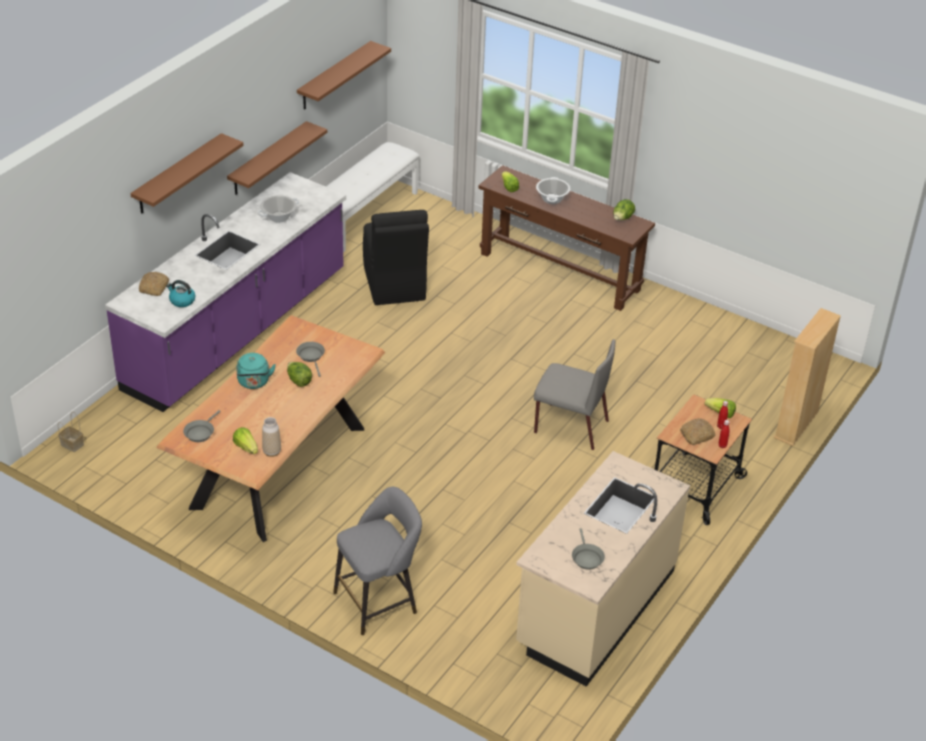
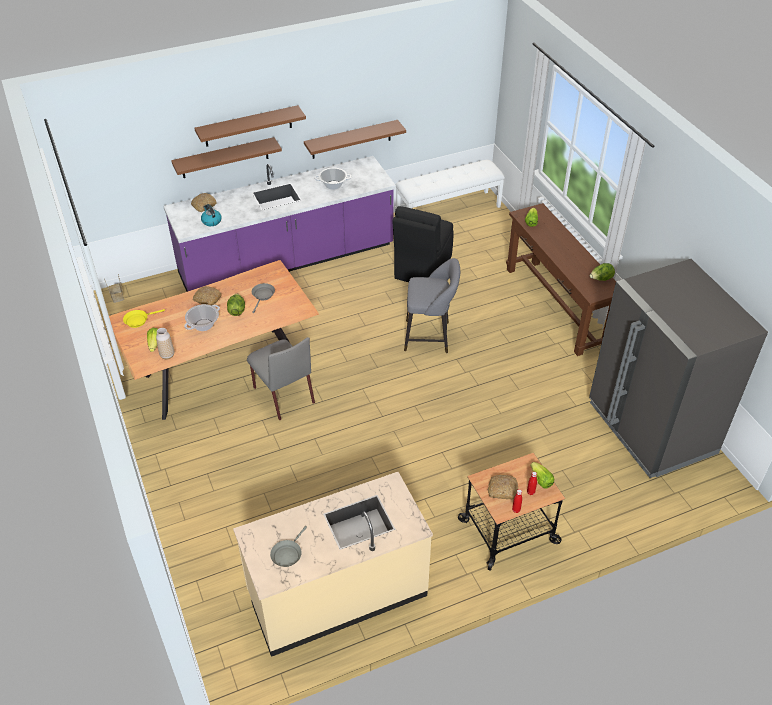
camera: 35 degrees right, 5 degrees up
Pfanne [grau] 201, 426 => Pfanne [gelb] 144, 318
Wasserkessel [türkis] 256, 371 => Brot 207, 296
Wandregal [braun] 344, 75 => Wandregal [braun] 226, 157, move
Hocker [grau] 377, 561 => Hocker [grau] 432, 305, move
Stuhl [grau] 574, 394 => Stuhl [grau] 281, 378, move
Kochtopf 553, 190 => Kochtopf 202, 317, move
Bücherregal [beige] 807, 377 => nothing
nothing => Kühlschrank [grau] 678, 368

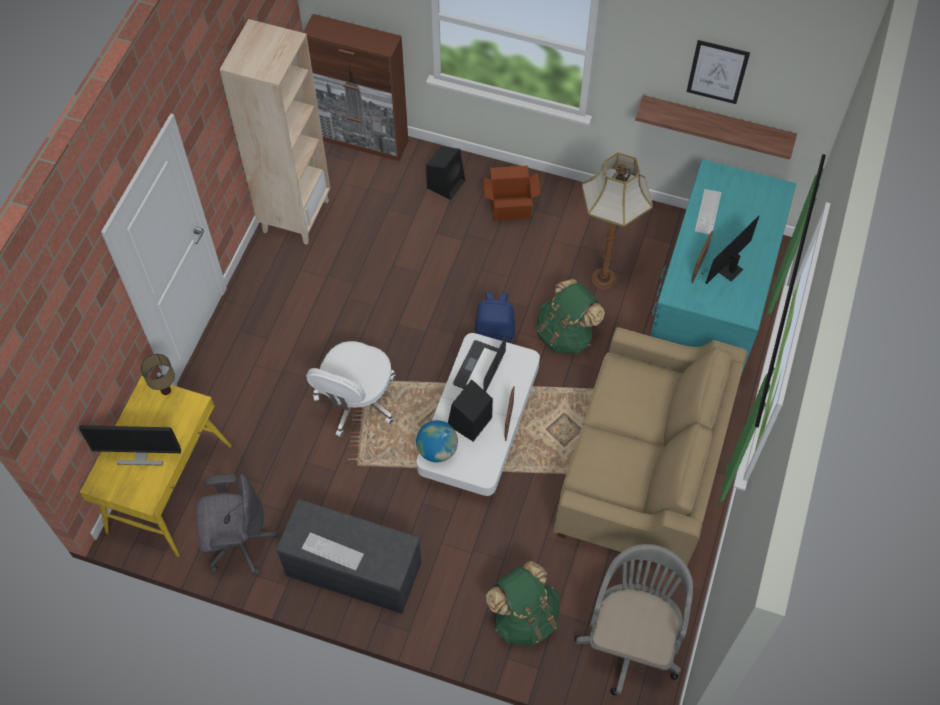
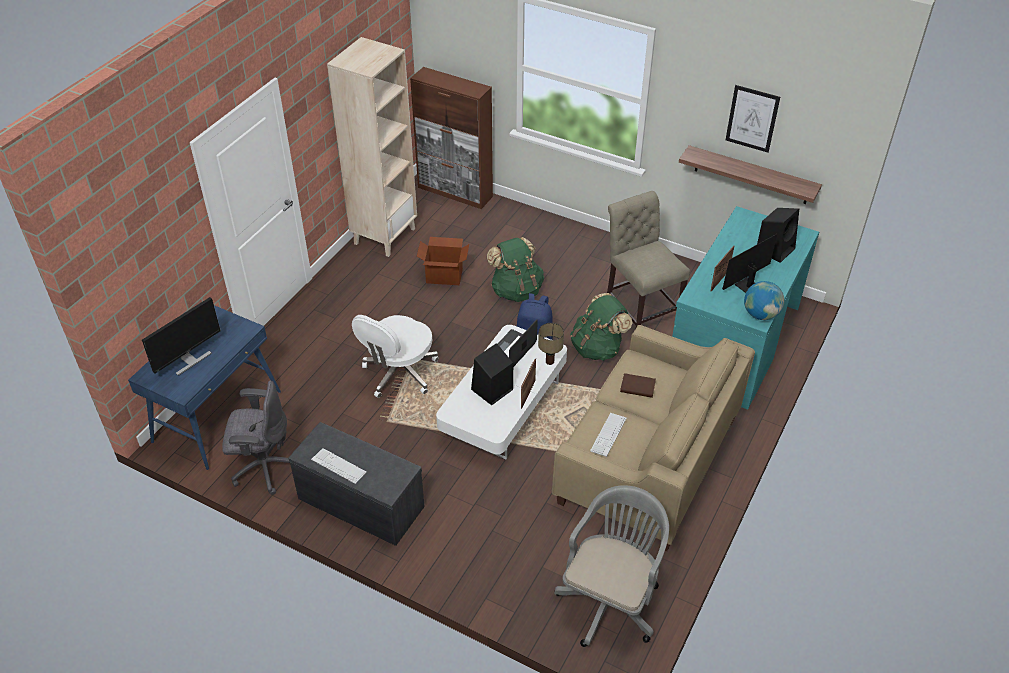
camera: 10 degrees right, 15 degrees down
Monitor 130, 445 => Monitor 181, 336, 60 degrees counterclockwise
Schreibtisch [gelb] 156, 466 => Schreibtisch [blau] 204, 387
Tischlampe 158, 374 => Tischlampe 551, 344, move
Globus 437, 441 => Globus 764, 300, move
Lautsprecher [schwarz] 445, 173 => Lautsprecher [schwarz] 778, 235, move
Karton 512, 193 => Karton 443, 261, move
Rucksack [grün] 523, 604 => Rucksack [grün] 515, 269, move
Stehlampe 617, 220 => Stuhl [beige] 648, 259
Tastatur 708, 211 => Tastatur 608, 435, move
nothing => Buch [braun] 638, 385

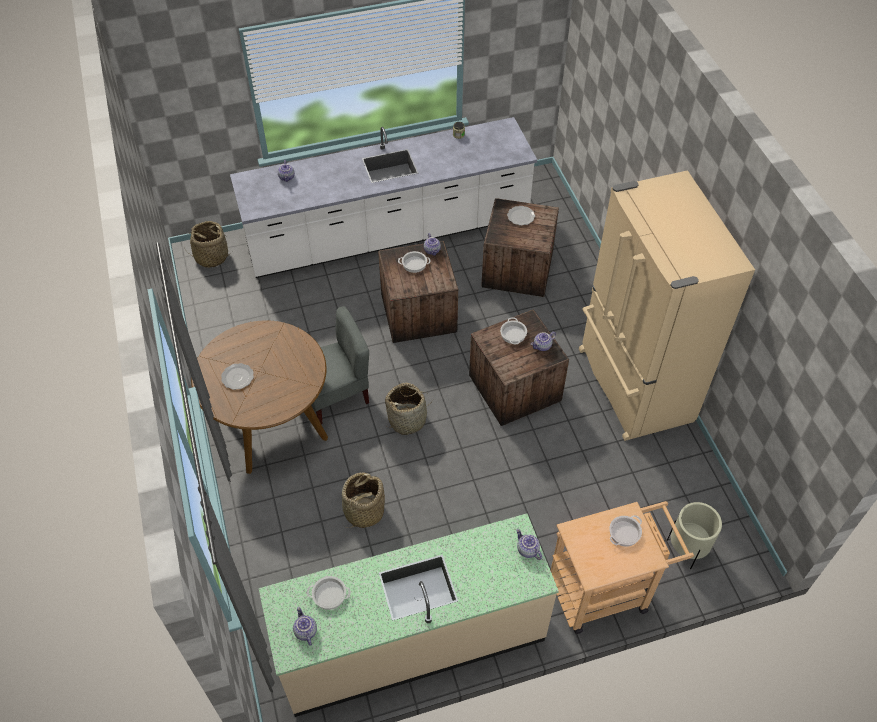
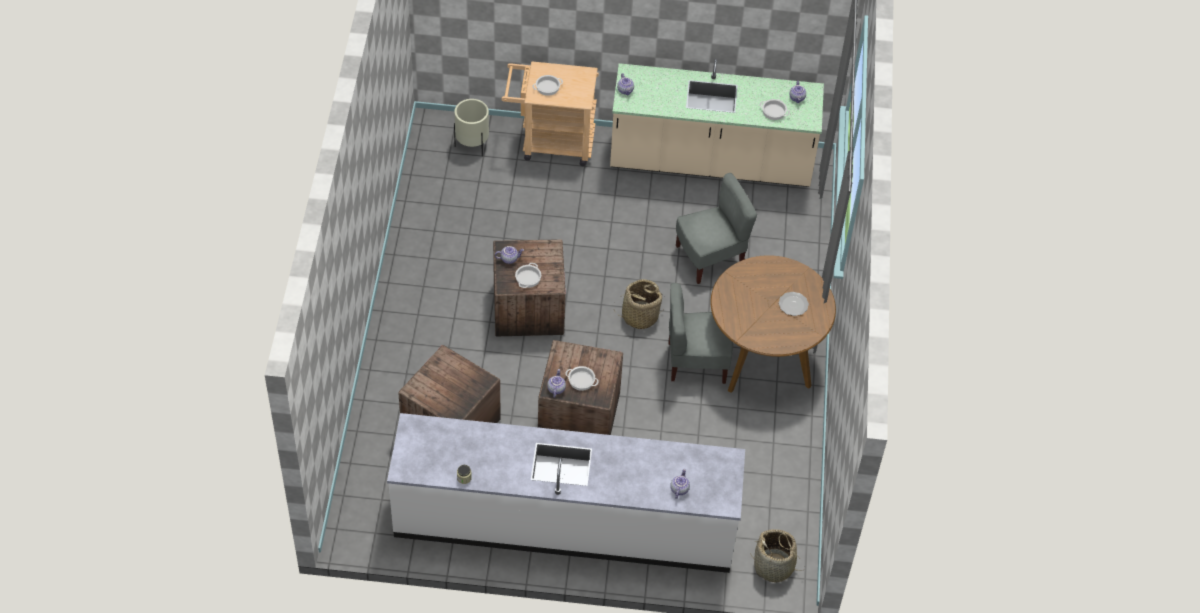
camera: 160 degrees left, 0 degrees up
Korb 363, 500 => Stuhl [grau] 716, 228
Teller 521, 216 => nothing
Kühlschrank [beige] 667, 305 => nothing

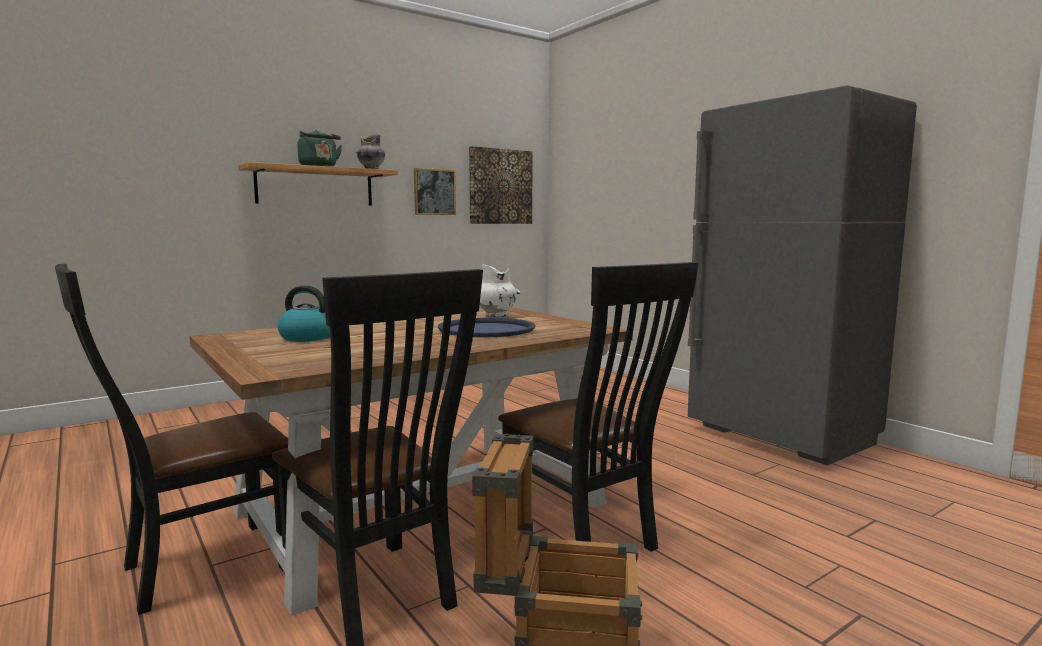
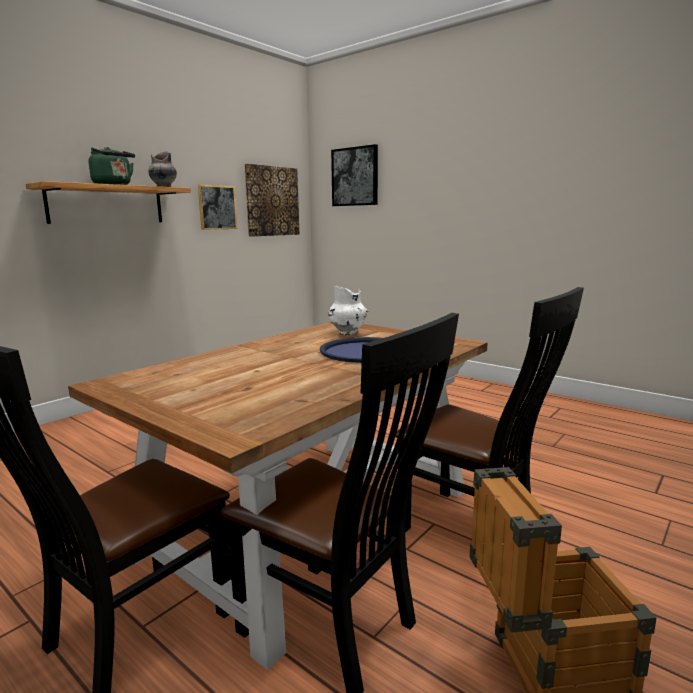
camera: 15 degrees left, 5 degrees up
Wasserkessel 303, 313 => nothing
Kühlschrank [grau] 802, 275 => nothing
nothing => Bild 354, 175

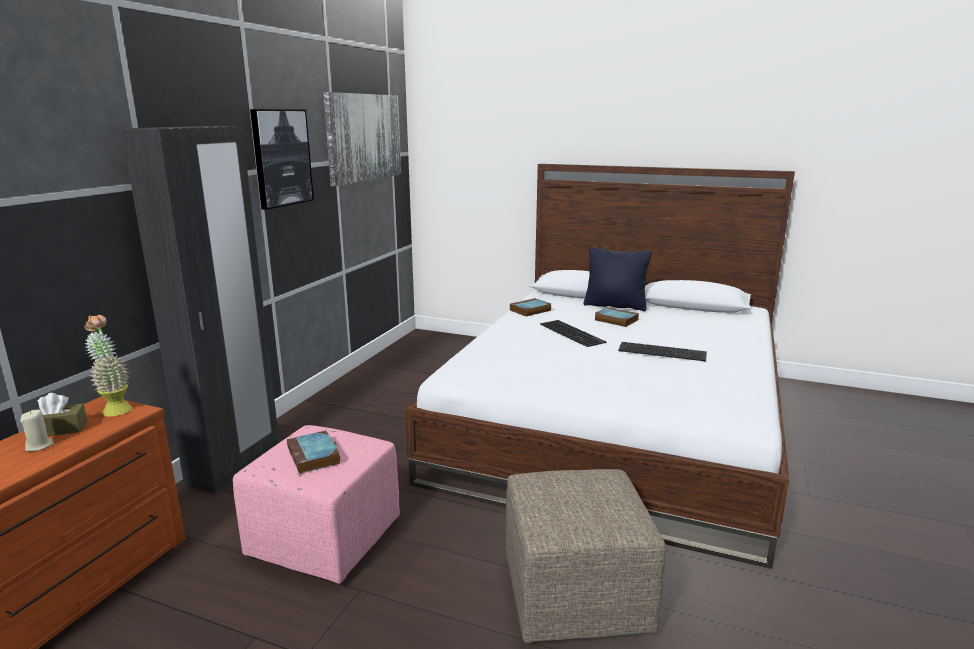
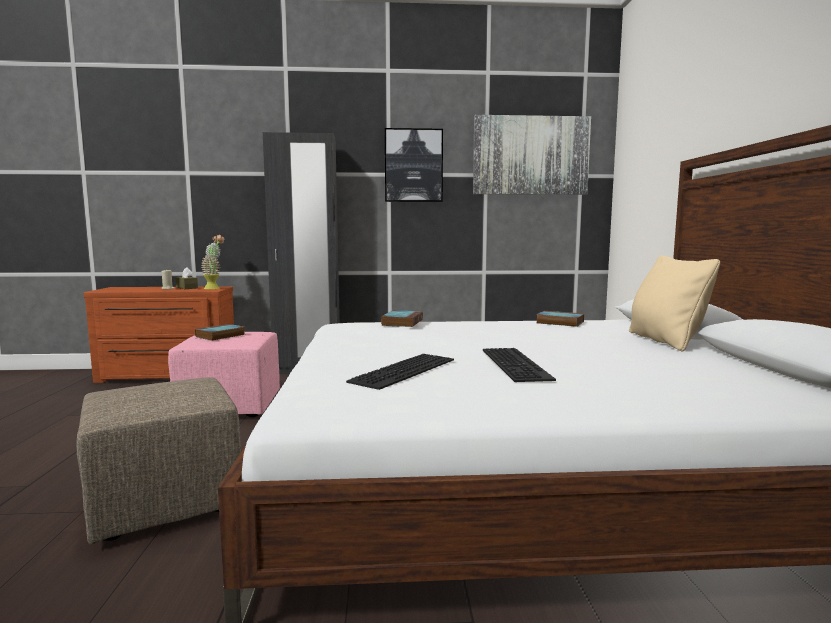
camera: 65 degrees right, 10 degrees down
Tastatur 573, 333 => Tastatur 400, 372, move
Kissen [schwarz] 617, 279 => Kissen [beige] 674, 303
Buch 617, 317 => Buch 402, 318, move

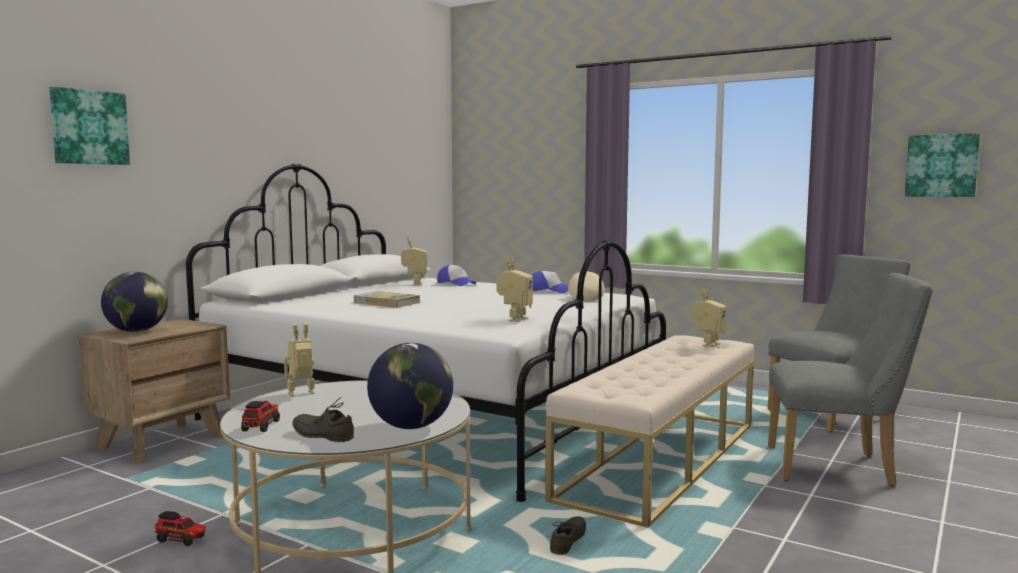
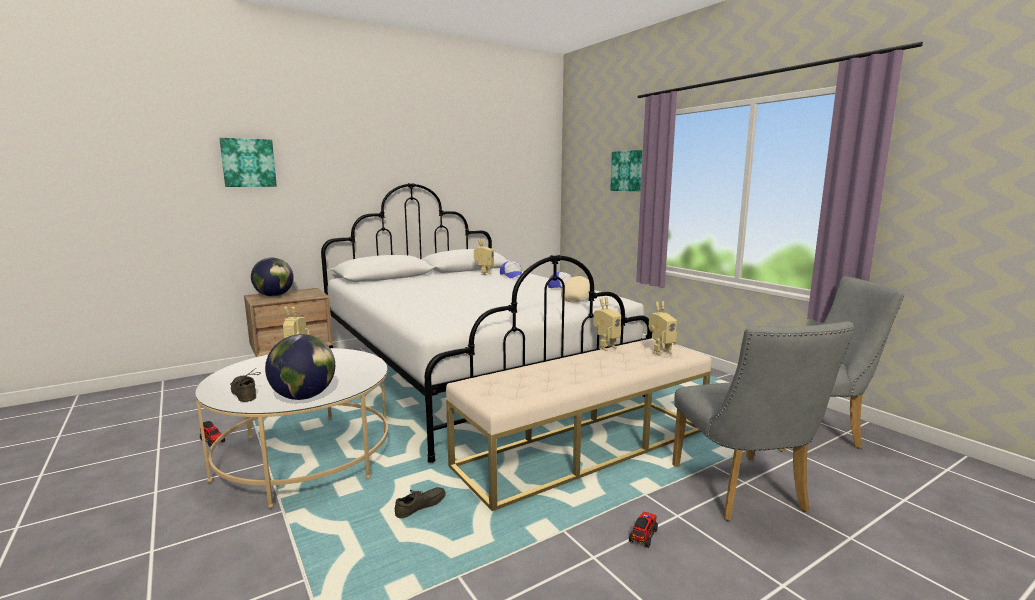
camera: 25 degrees right, 5 degrees up
Spielzeuglaster 260, 416 => Spielzeuglaster 643, 530, move
Buch 387, 299 => nothing
Spielzeugroboter 515, 289 => Spielzeugroboter 607, 324, move
Stuhl [grau] 850, 379 => Stuhl [grau] 763, 421, 45 degrees clockwise
Bild 942, 165 => Bild 626, 170, move

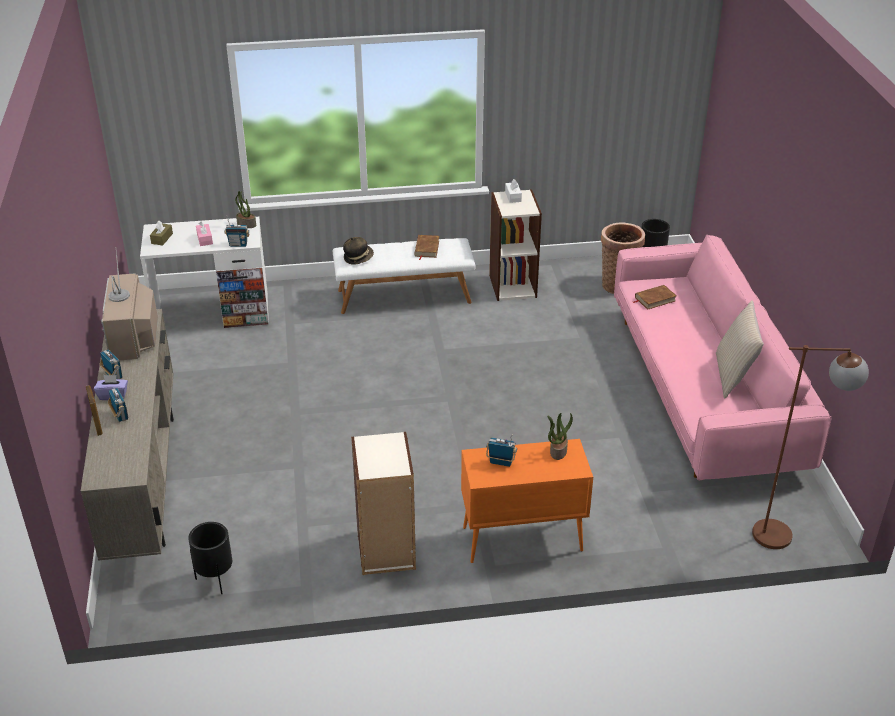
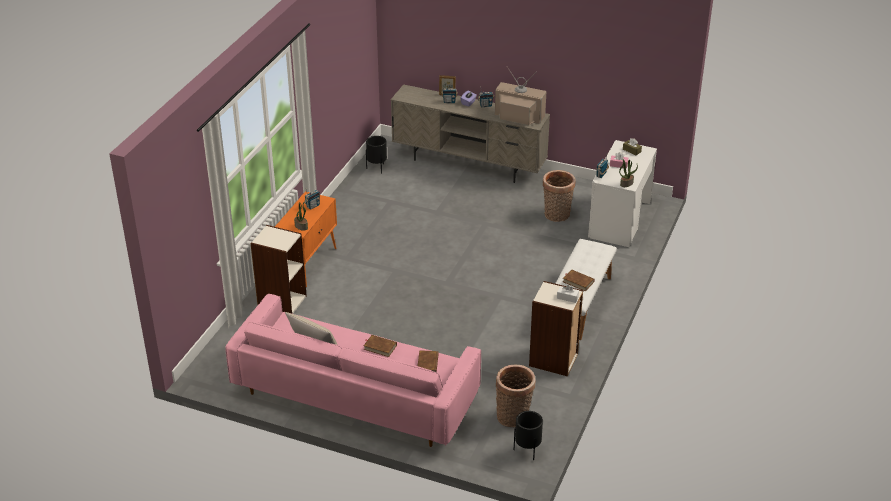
camera: 120 degrees right, 0 degrees up
Hut 358, 251 => nothing
Bücherregal 383, 503 => Bücherregal 279, 269, move
Stehlampe [braun] 810, 447 => nothing
nothing => Buch [braun] 380, 346
nothing => Korb 559, 196

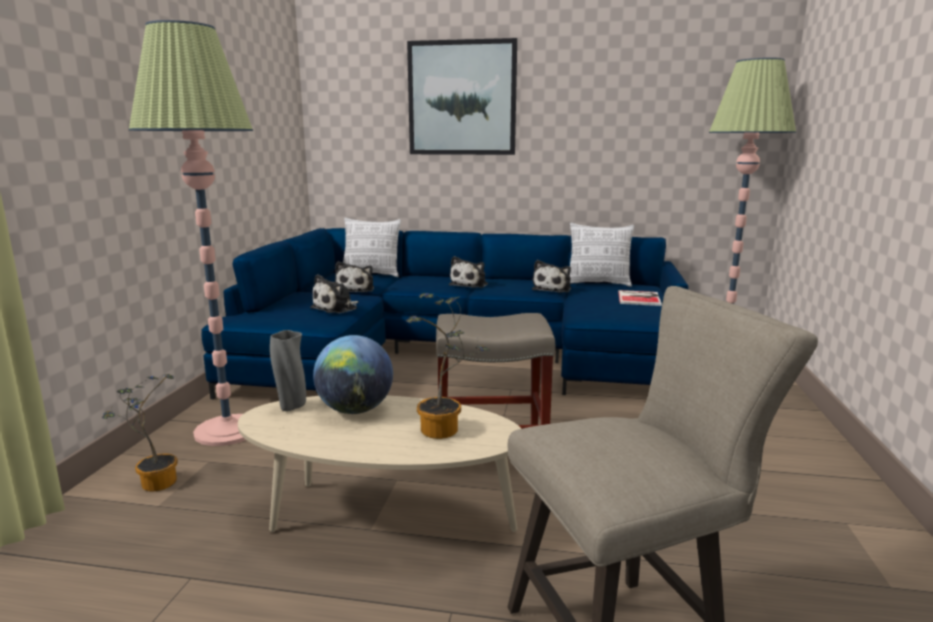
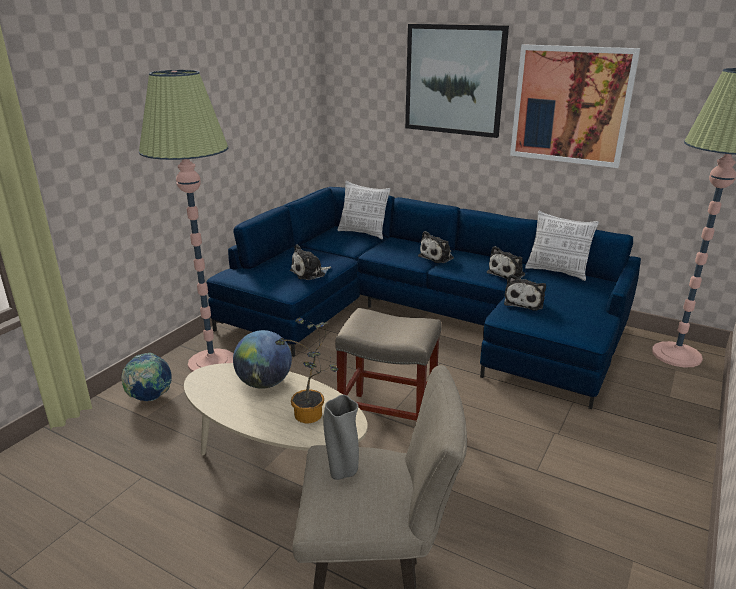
camera: 20 degrees right, 10 degrees up
Topfpflanze 140, 432 => Globus 146, 377
Vase [grau] 288, 370 => Vase [grau] 341, 437, move
Plüschtier 354, 276 => Plüschtier 525, 292, move
Buch 640, 298 => nothing
nothing => Bild 575, 106

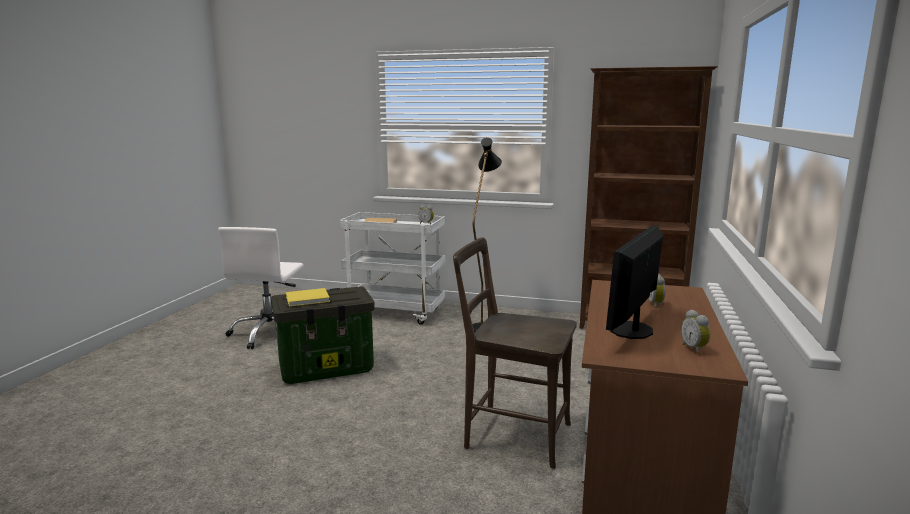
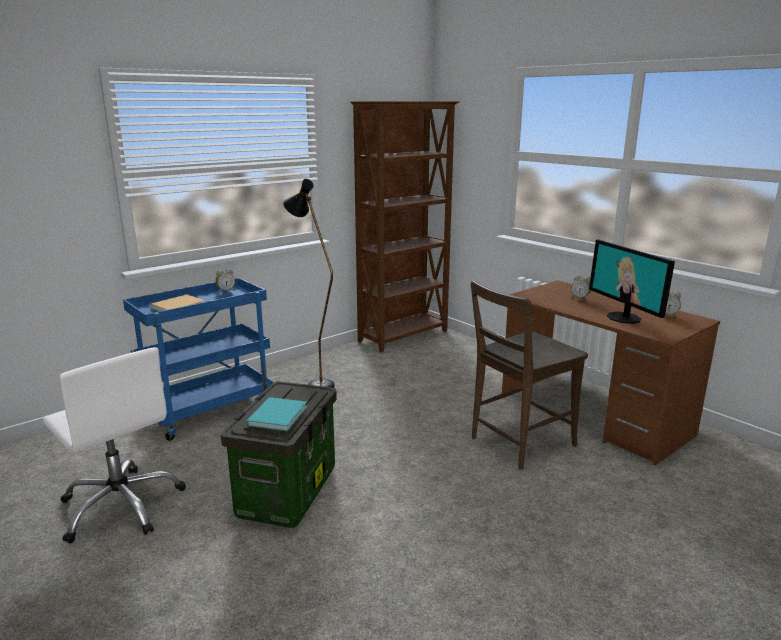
camera: 55 degrees left, 5 degrees up
Buch [gelb] 308, 297 => Buch [türkis] 277, 414
Rollwagen [weiß] 392, 268 => Rollwagen [blau] 198, 359

